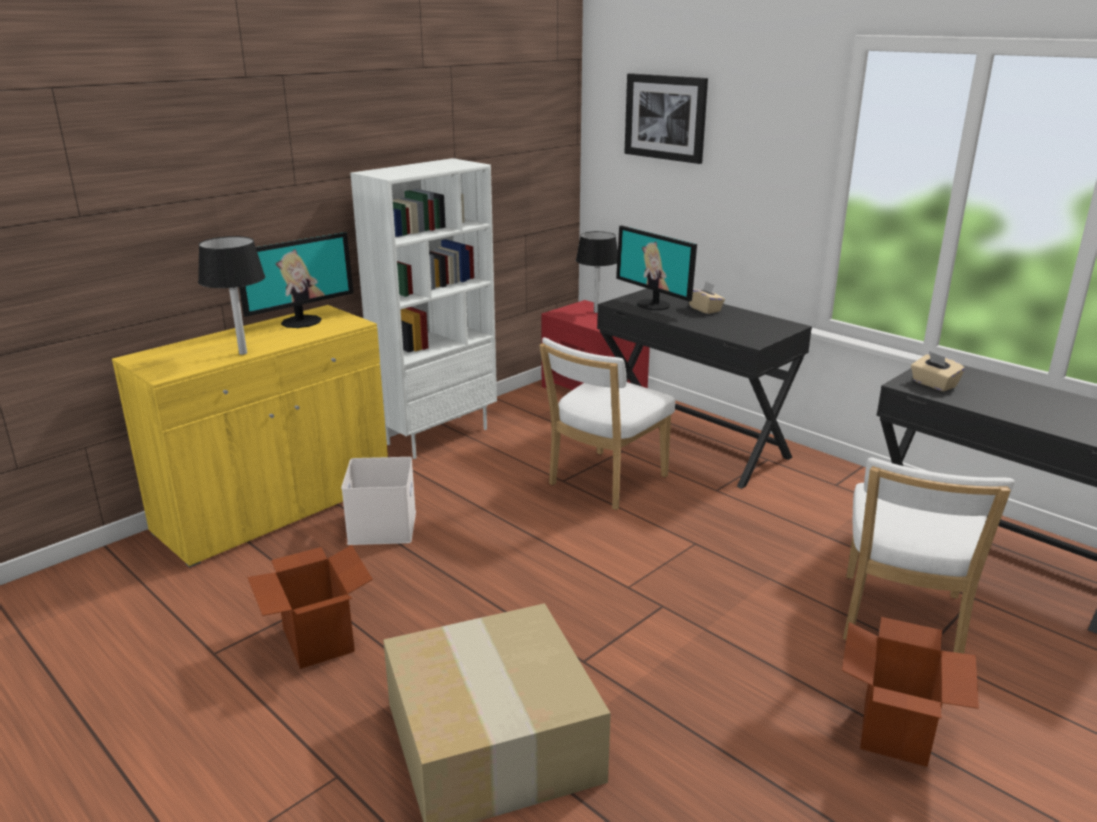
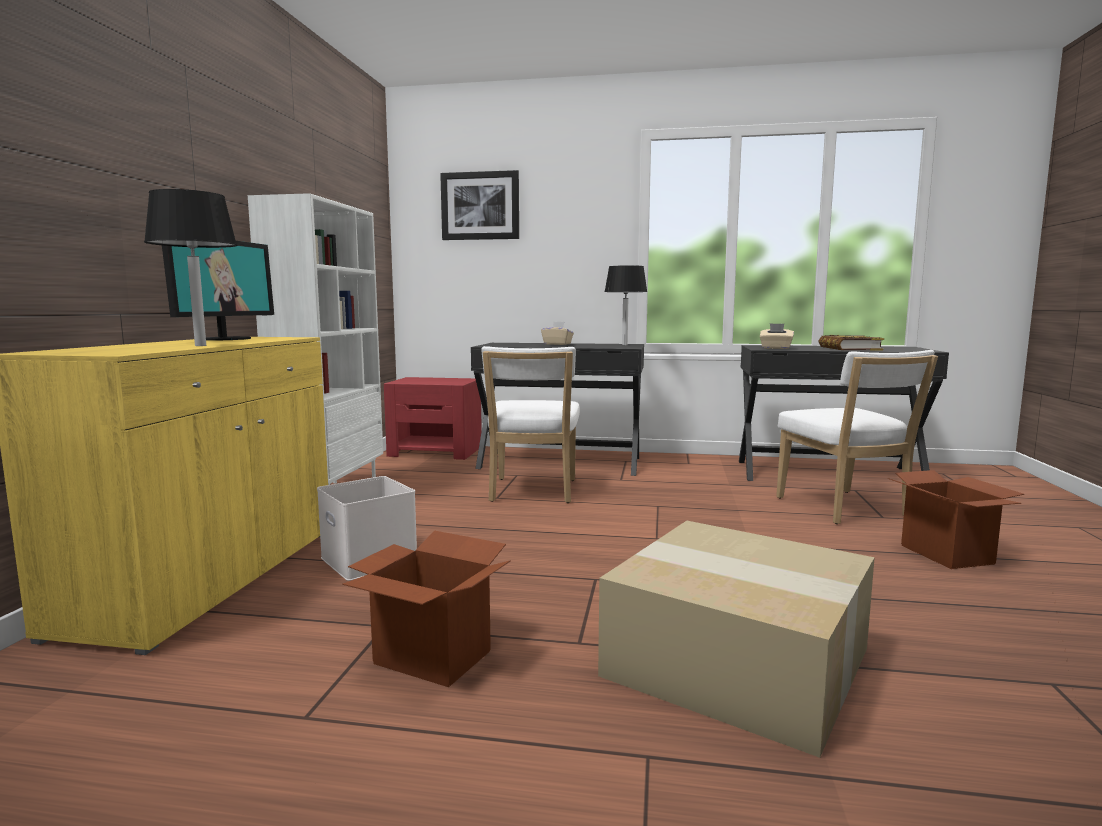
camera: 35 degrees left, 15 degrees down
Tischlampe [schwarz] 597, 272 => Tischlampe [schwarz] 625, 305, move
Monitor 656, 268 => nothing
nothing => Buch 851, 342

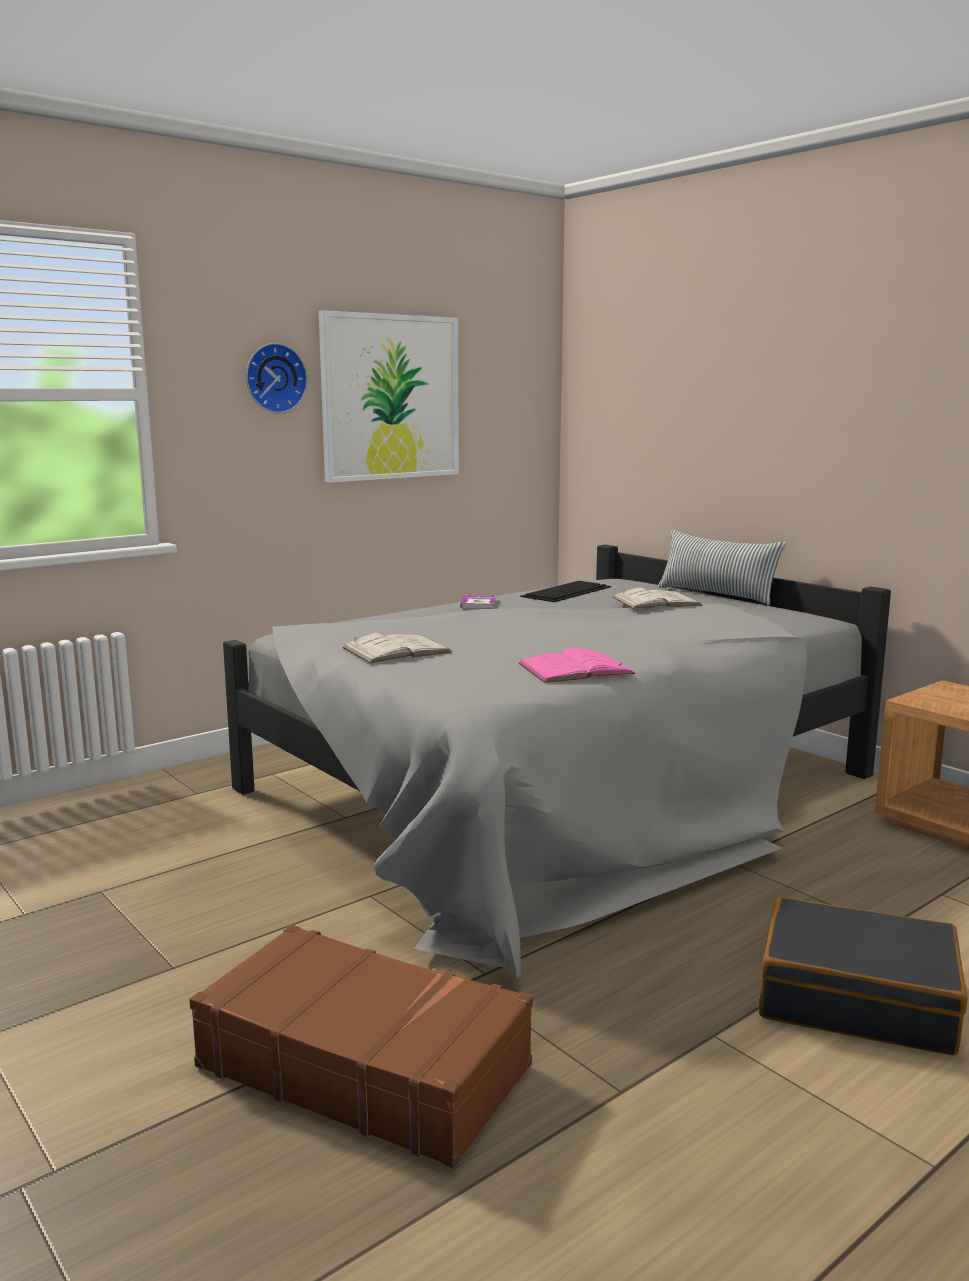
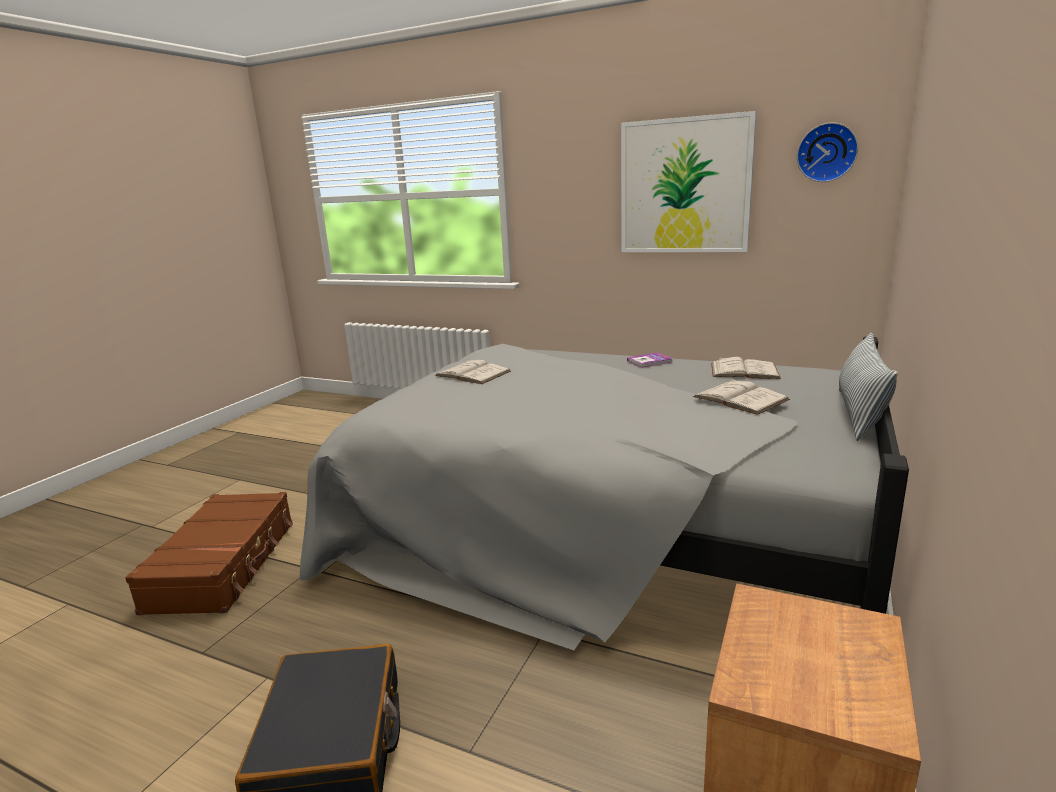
camera: 65 degrees right, 5 degrees up
Wanduhr 277, 378 => Wanduhr 827, 152, move
Buch [rosa] 576, 665 => nothing
Tastatur 565, 591 => Buch [weiß] 746, 368

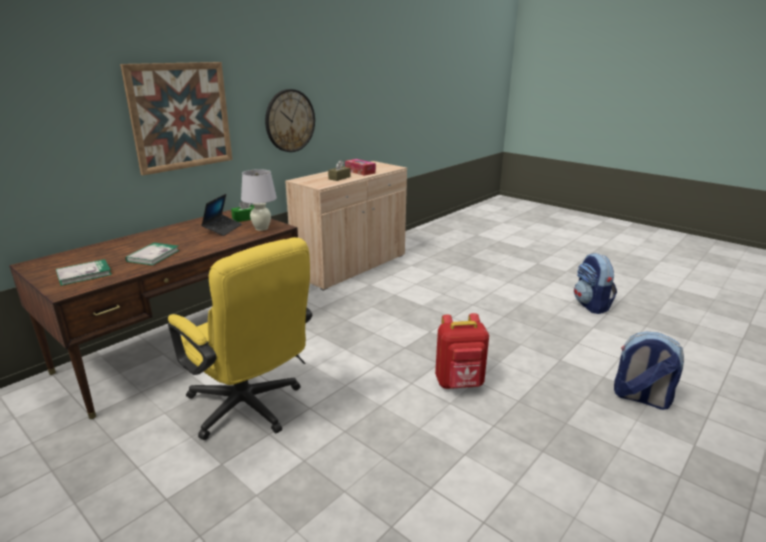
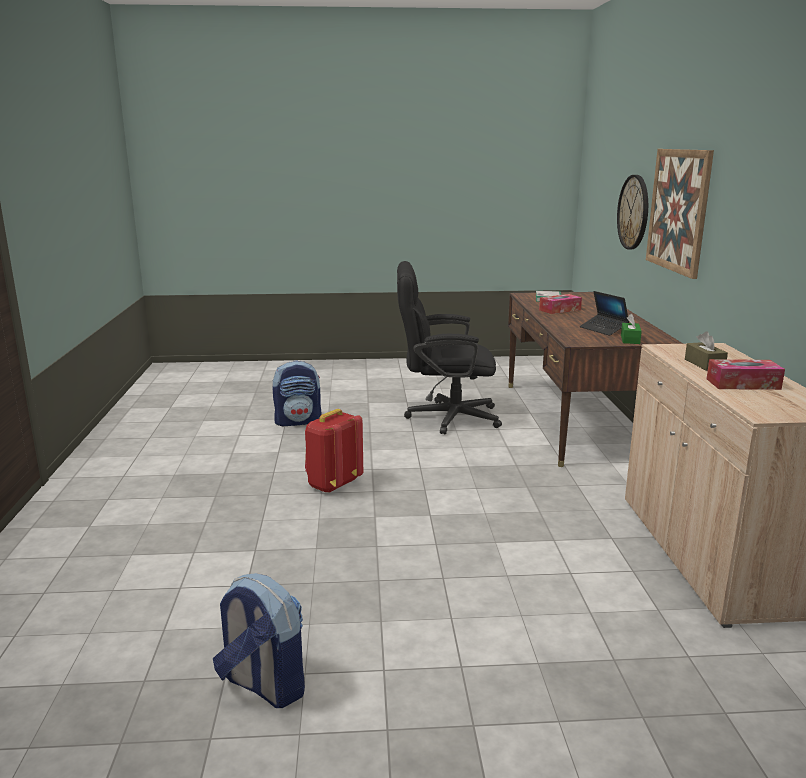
camera: 135 degrees right, 5 degrees down
Buch 152, 254 => Taschentuchbox 560, 304
Bürostuhl [gelb] 240, 338 => Bürostuhl [schwarz] 449, 347
Tischlampe [weiß] 259, 200 => nothing
Wanduhr 290, 120 => Wanduhr 632, 212, move
Rucksack 649, 371 => Rucksack 297, 393, move

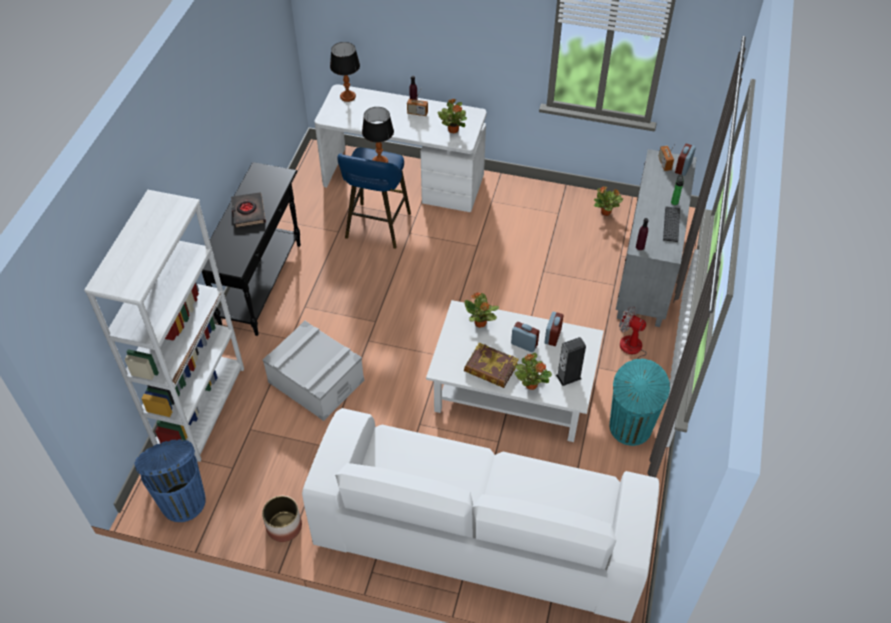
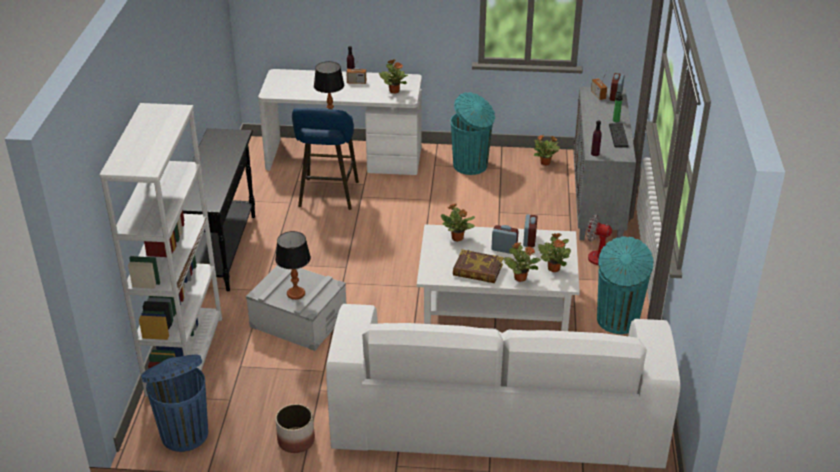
camera: 10 degrees left, 15 degrees down
Buch [schwarz] 248, 210 => nothing
Tischlampe 345, 72 => Tischlampe 293, 265, move
Lautsprecher 571, 361 => Topfpflanze 554, 252
nothing => Mülleimer [türkis] 473, 133

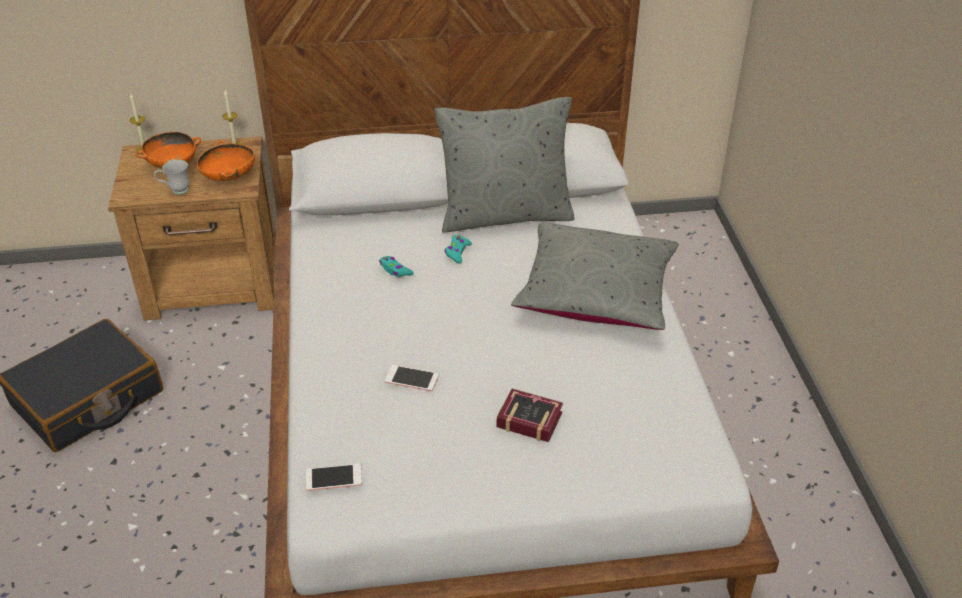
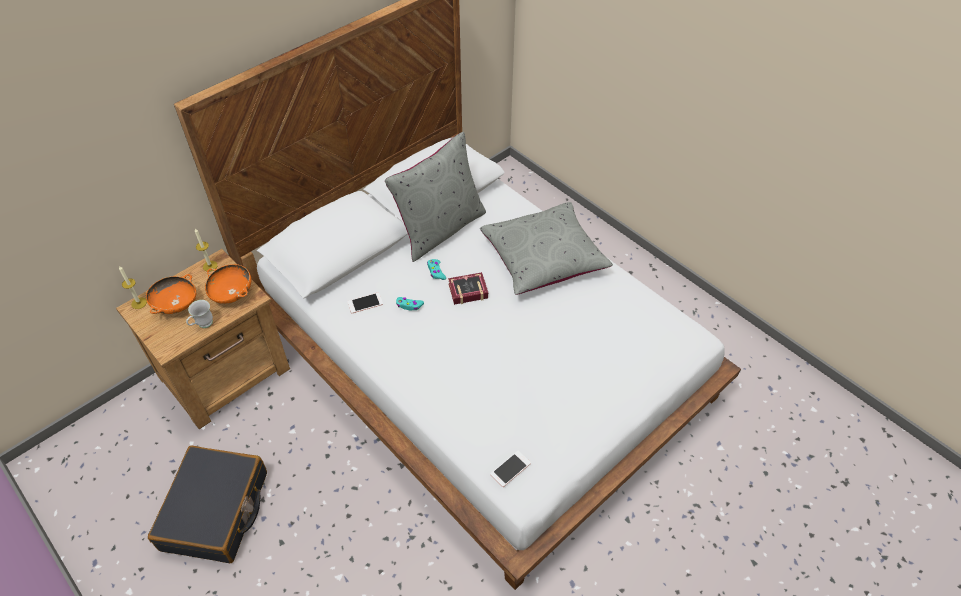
camera: 35 degrees left, 10 degrees up
Handy 412, 378 => Handy 365, 303, move
Buch 530, 415 => Buch 468, 288, move

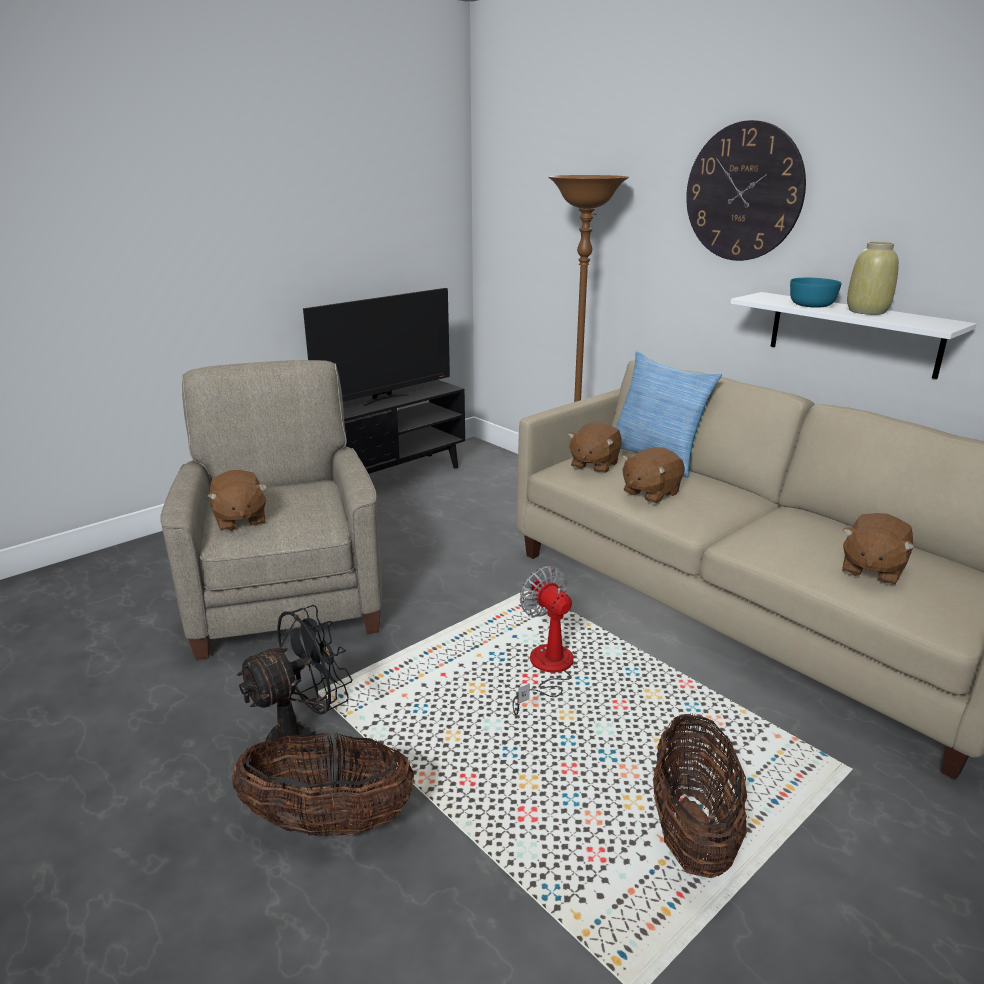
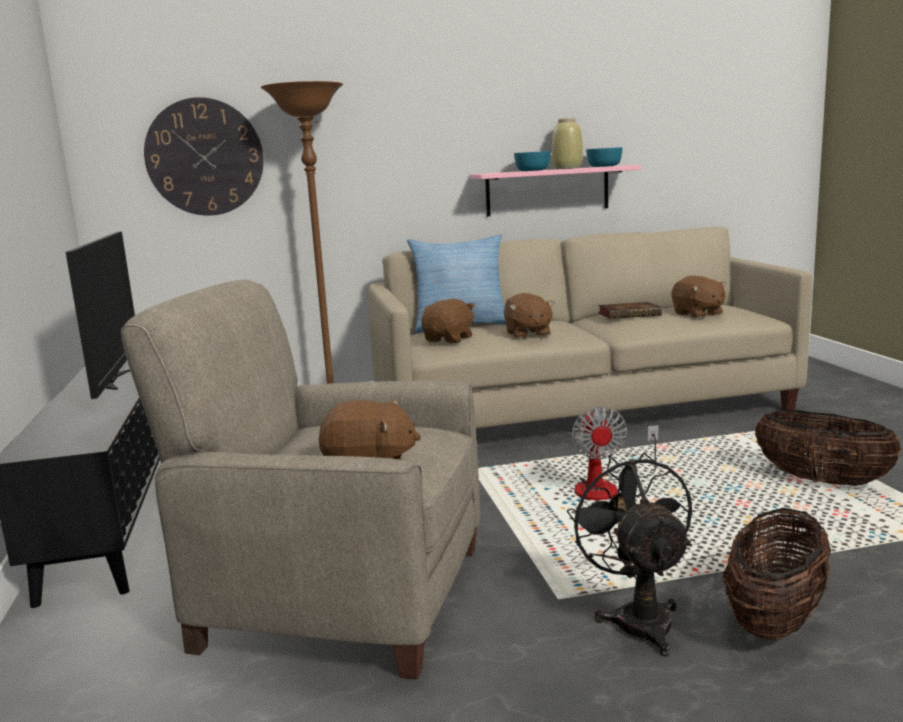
camera: 60 degrees left, 10 degrees down
Ventilator 543, 641 => Ventilator 615, 453, 90 degrees counterclockwise
Plüschtier [braun] 595, 448 => Plüschtier [braun] 448, 321, 120 degrees counterclockwise
Wanduhr 746, 190 => Wanduhr 204, 156, move
Wandregal [weiß] 853, 335 => Wandregal [rosa] 555, 190
nothing => Schüssel [türkis] 604, 157
nothing => Buch 630, 310

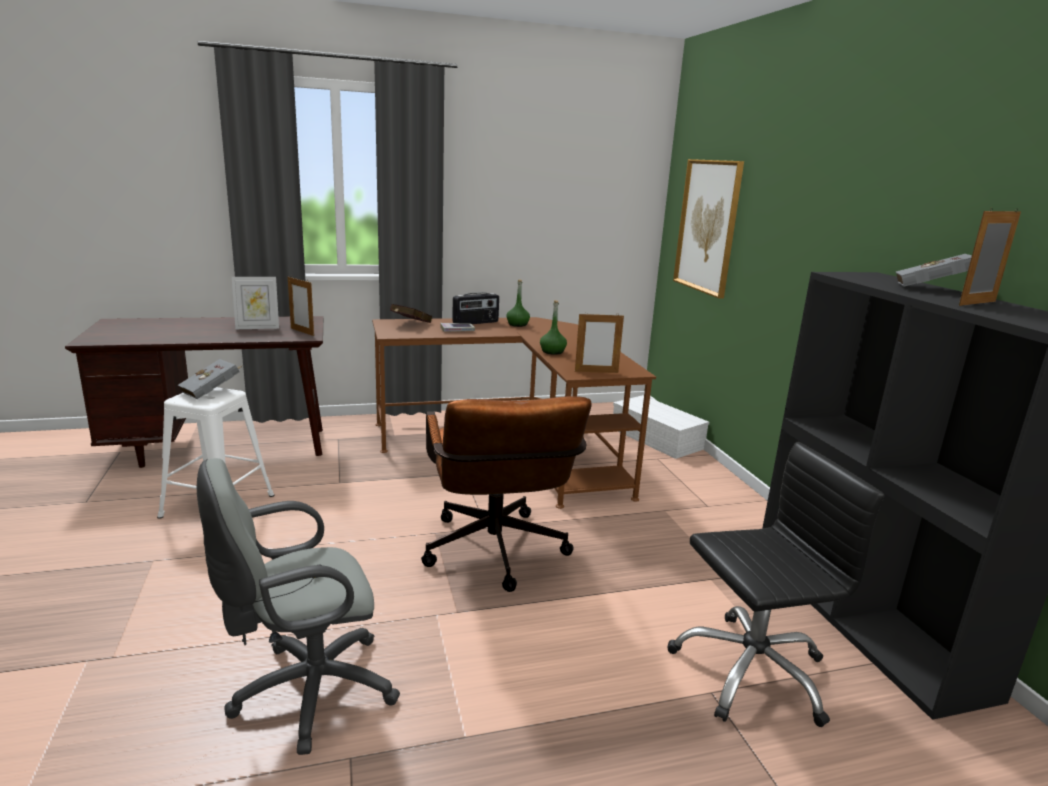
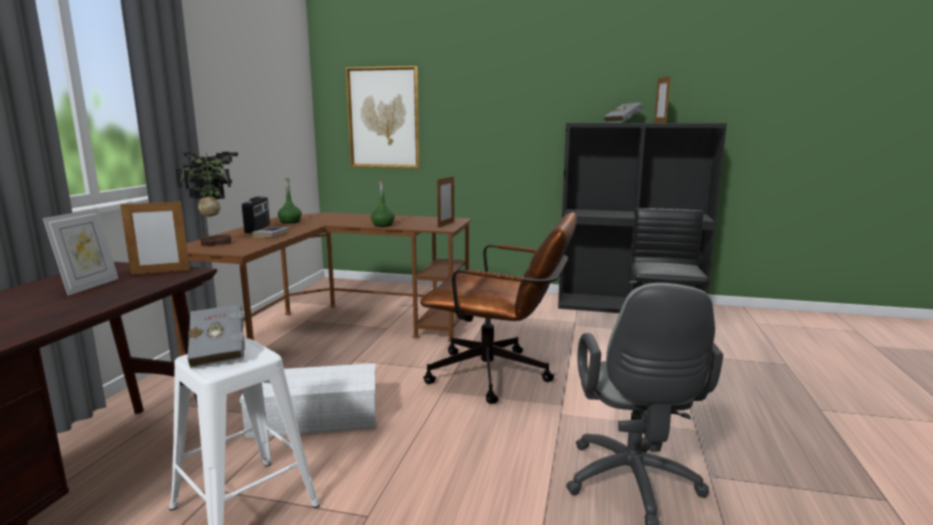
camera: 60 degrees left, 5 degrees down
Buch [rot] 411, 313 => Topfpflanze 207, 198
Aufbewahrungsbox [weiß] 661, 427 => Aufbewahrungsbox [weiß] 308, 400, move

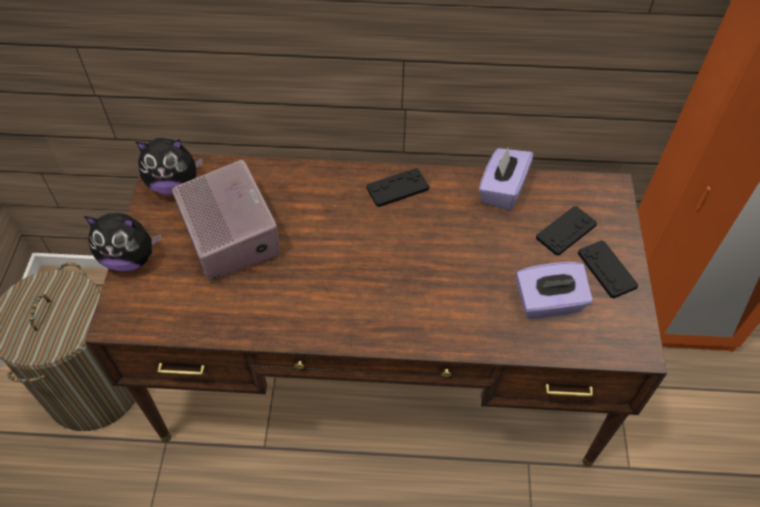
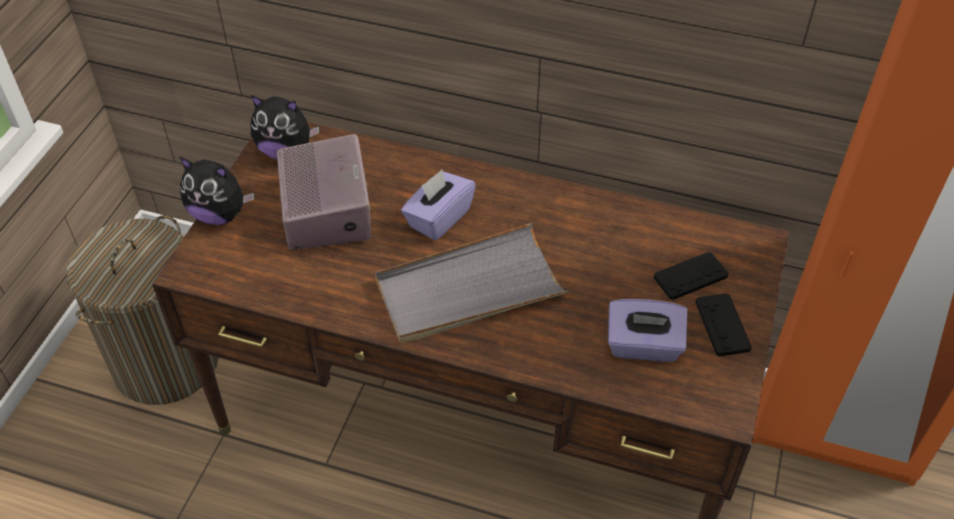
camera: 15 degrees right, 5 degrees down
Gamepad [schwarz] 397, 187 => nothing
Taschentuchbox [lila] 506, 178 => Taschentuchbox [lila] 438, 205, move
nothing => Tablett [grau] 471, 283

